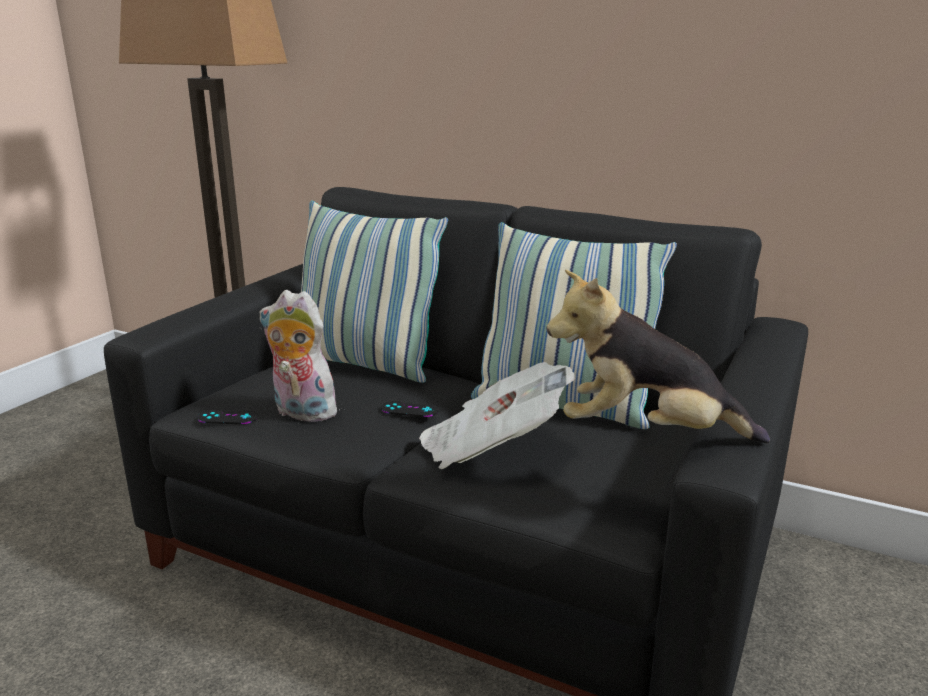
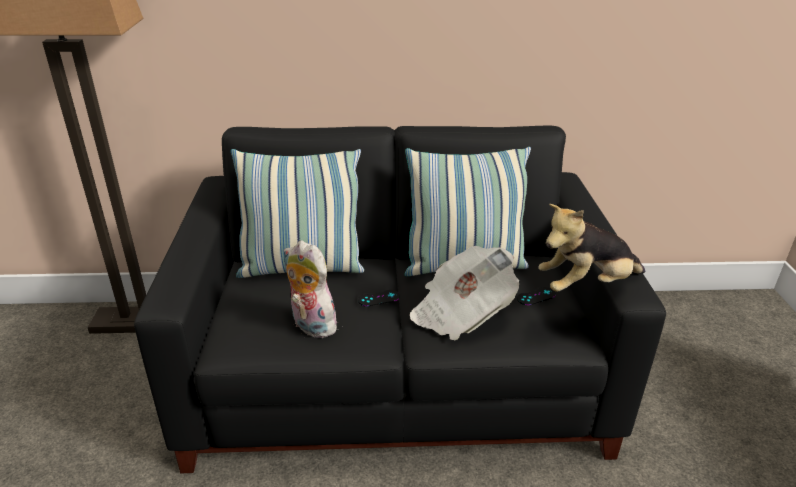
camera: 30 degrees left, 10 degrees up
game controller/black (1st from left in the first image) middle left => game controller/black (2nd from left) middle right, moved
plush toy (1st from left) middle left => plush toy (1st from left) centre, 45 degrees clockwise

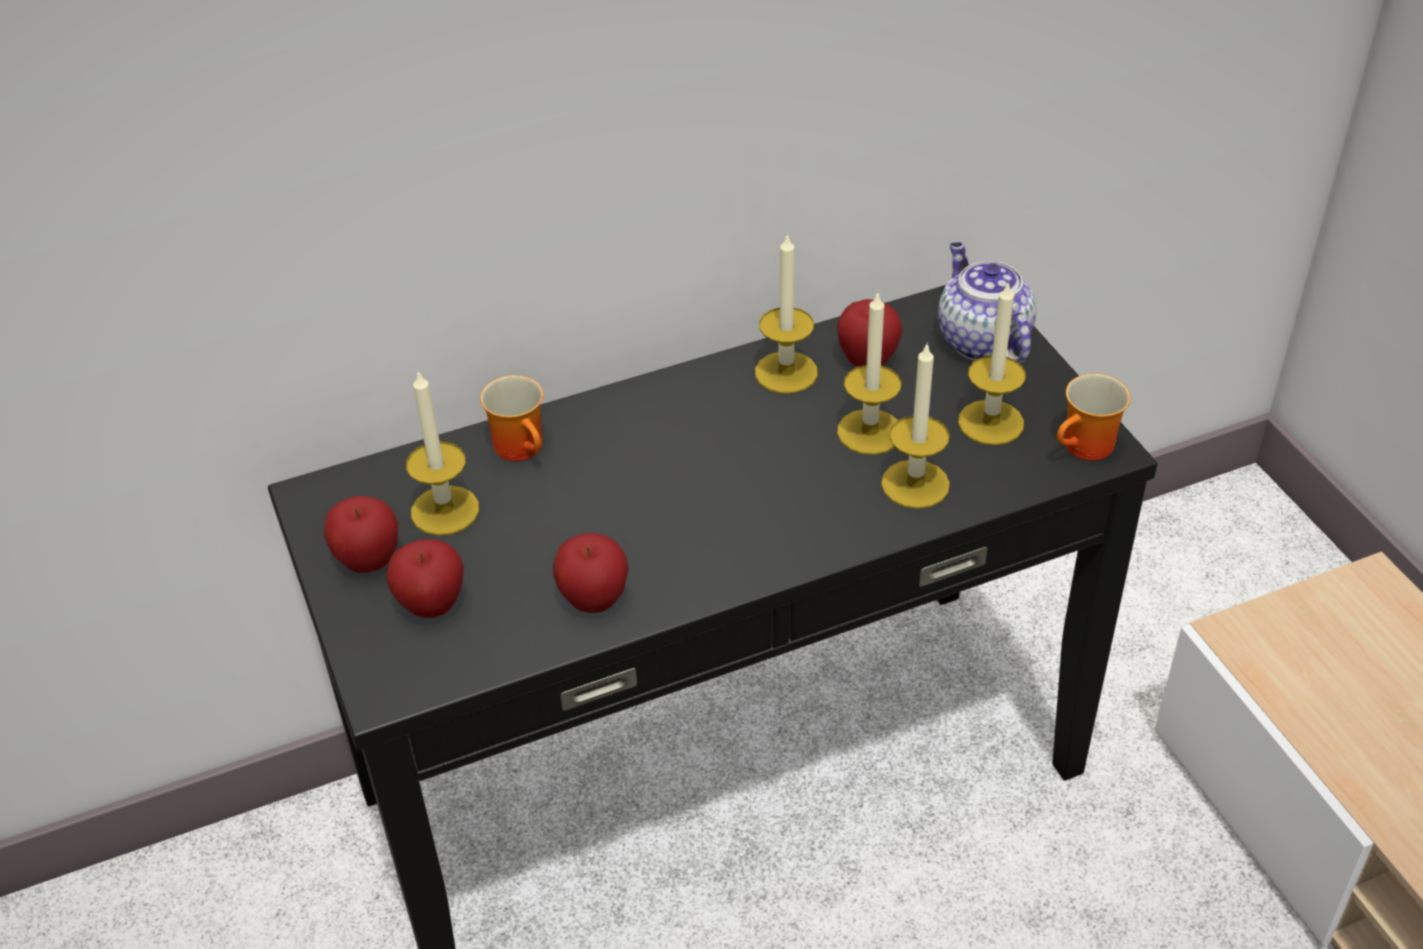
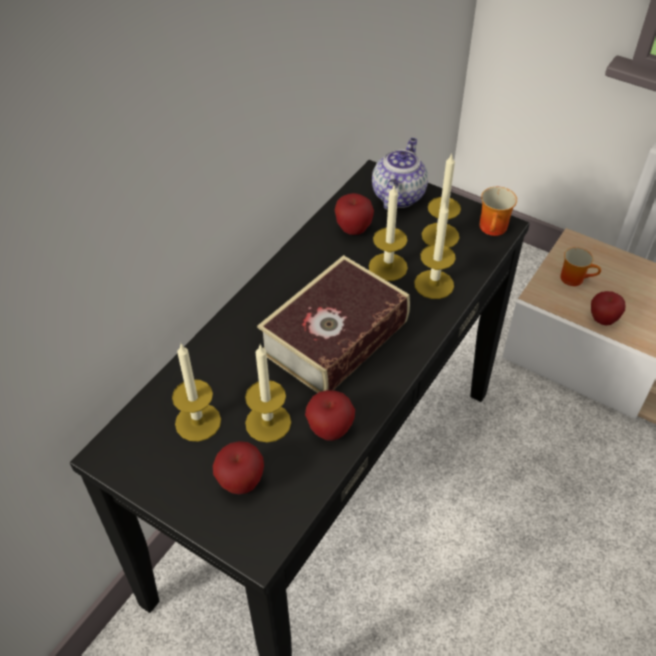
camera: 35 degrees left, 5 degrees up
nothing => book centre
apple (1st from left in the first image) middle left => apple (4th from left) middle right, moved
mug (1st from left in the first image) centre => mug (2nd from left) middle right, moved
candle (2nd from left) top centre => candle (2nd from left) centre, moved
teapot top right => teapot top centre, 75 degrees clockwise

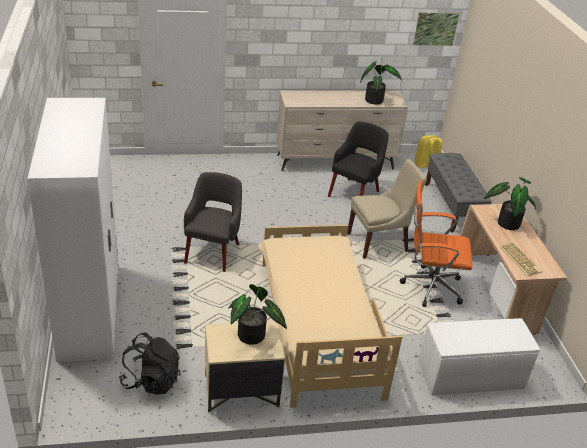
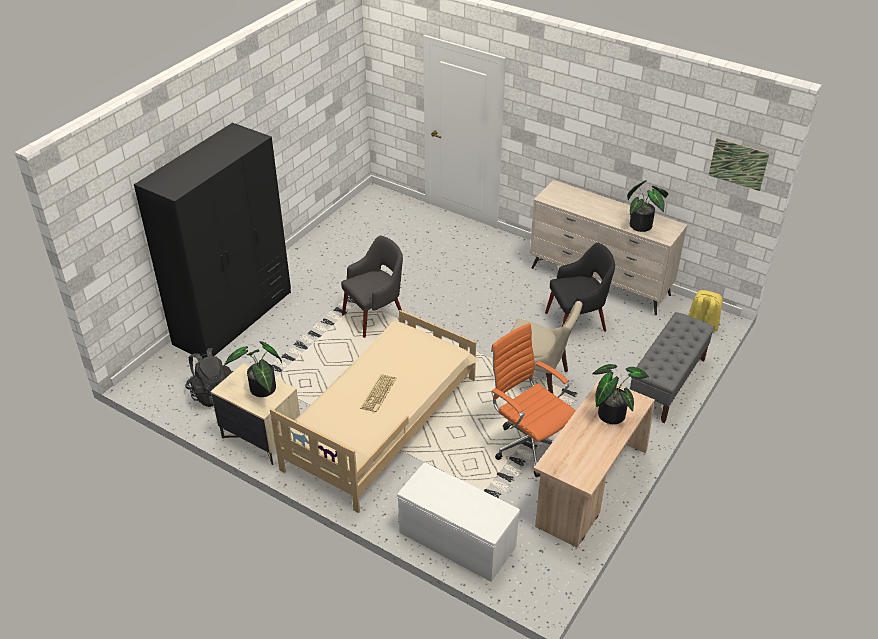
camera: 45 degrees right, 5 degrees up
keyboard middle right => keyboard centre, moved
wardrobe/white middle left => wardrobe/black middle left

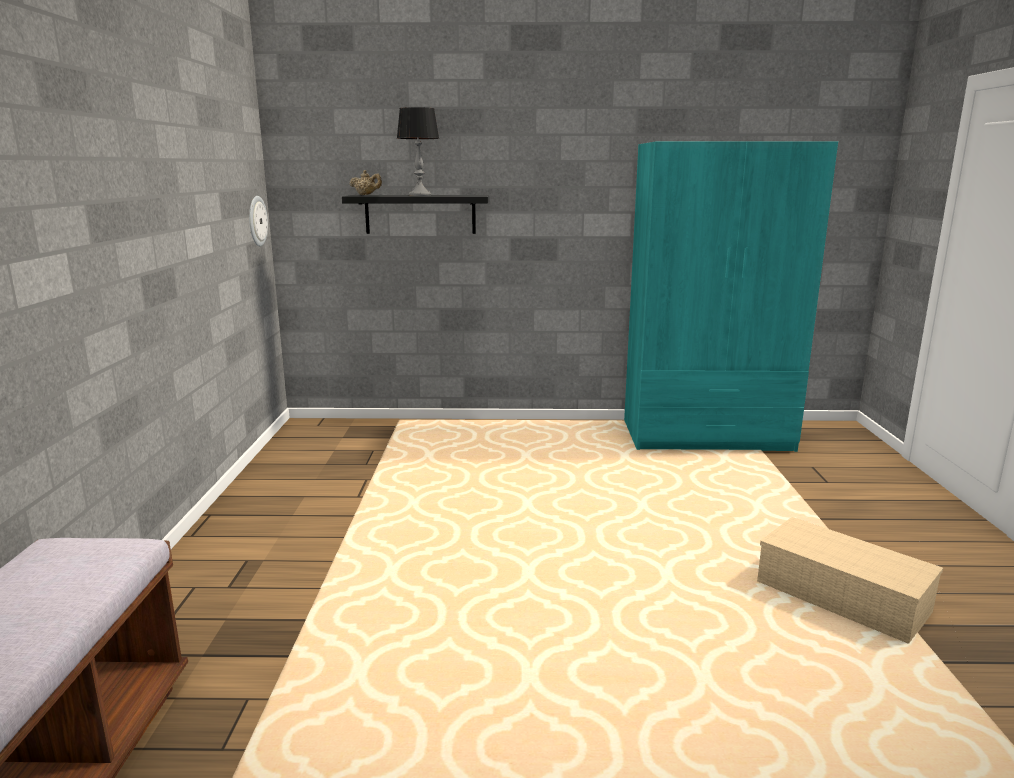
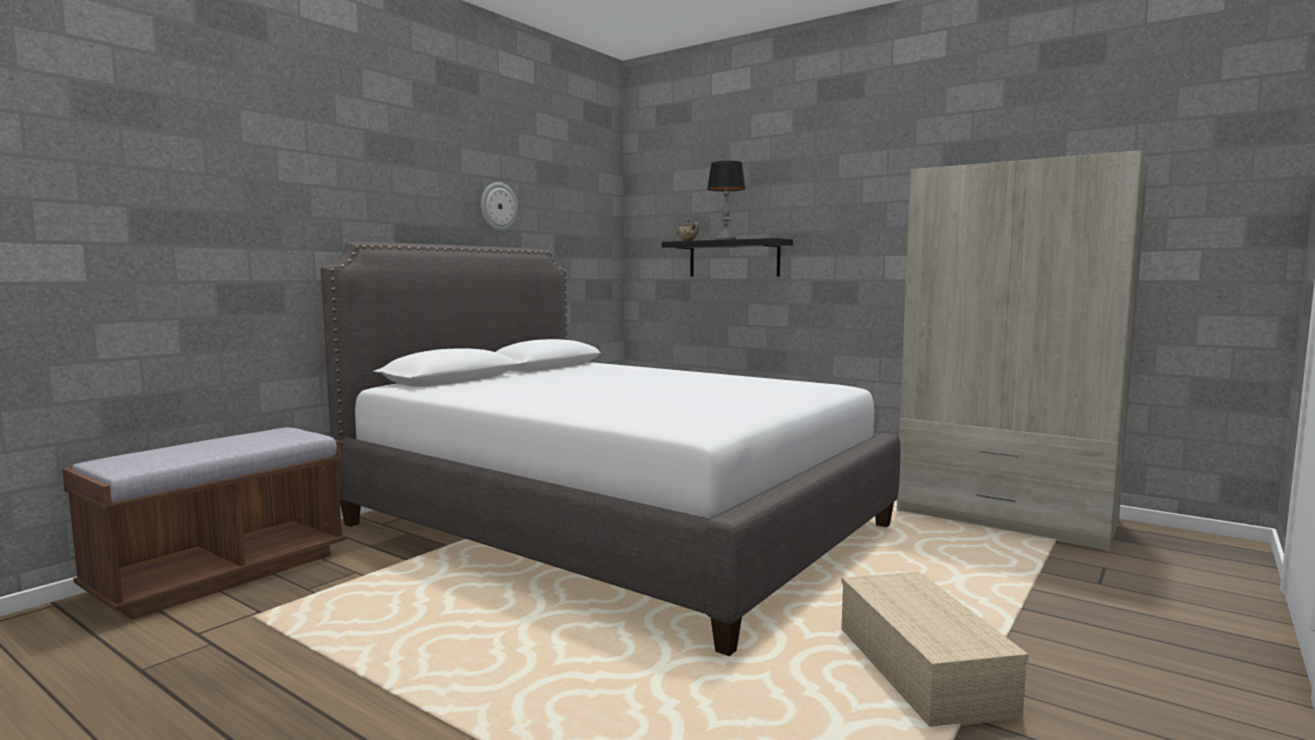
camera: 35 degrees right, 10 degrees down
nothing => bed/white centre
wall clock top left => wall clock top centre, moved
wardrobe/turquoise middle right => wardrobe/beige middle right

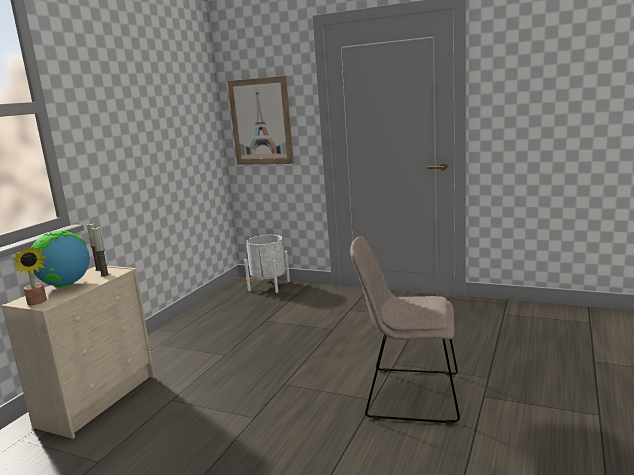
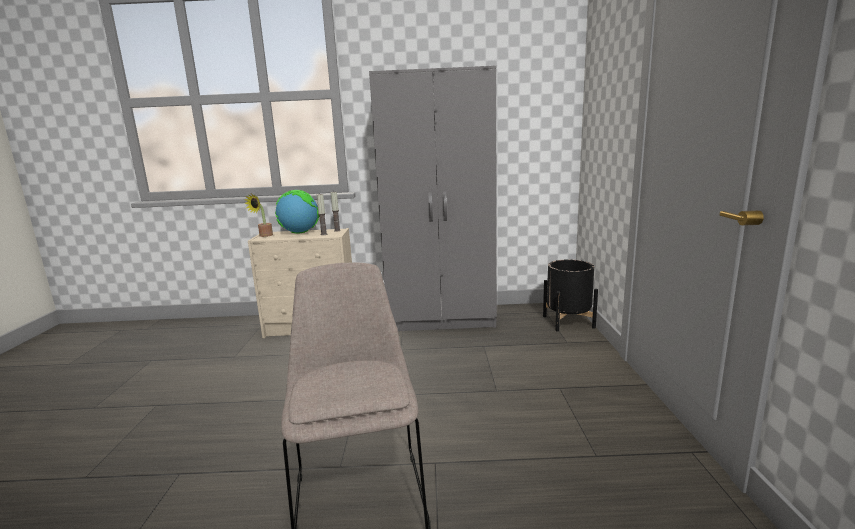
camera: 65 degrees right, 0 degrees up
picture top centre => nothing
nothing => wardrobe/grey centre
planter/white centre => planter/black middle right

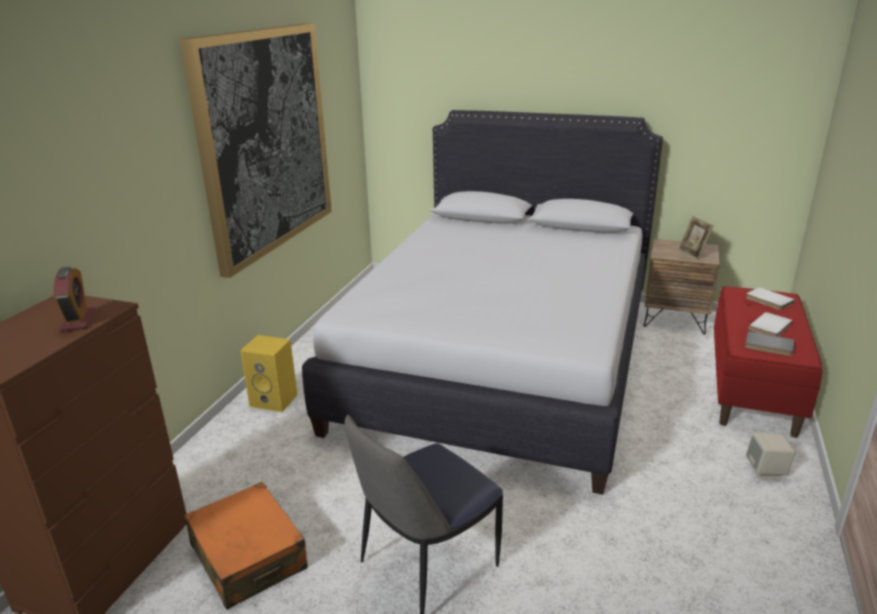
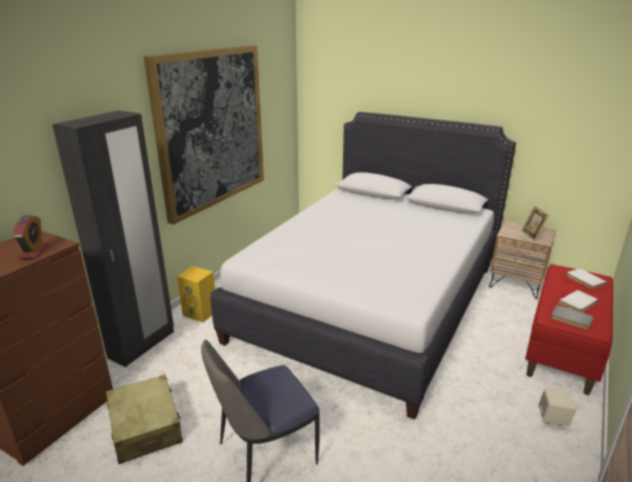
camera: 10 degrees right, 0 degrees up
nothing => wardrobe/black middle left
suitcase/orange bottom left => suitcase/beige bottom left

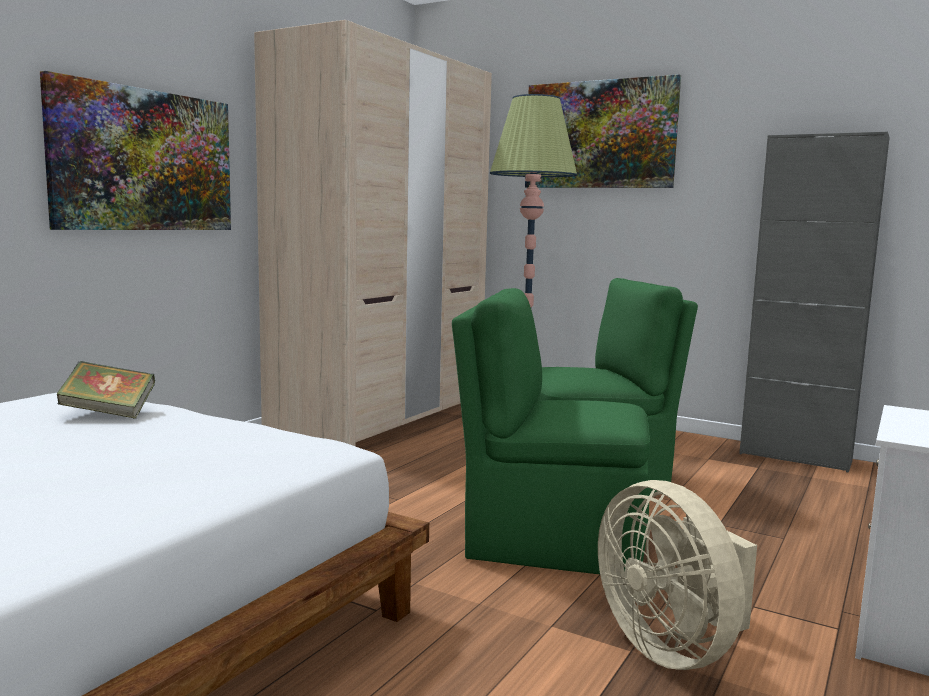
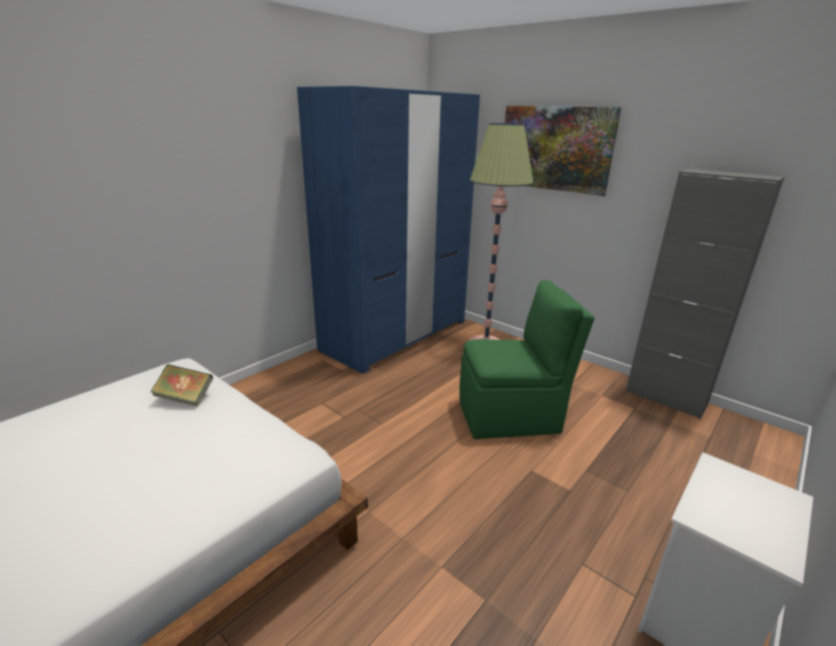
camera: 10 degrees right, 15 degrees up
picture (1st from left) top left => nothing
chair/green (1st from left) centre => nothing
fan/beige bottom right => nothing
wardrobe/beige centre => wardrobe/blue centre

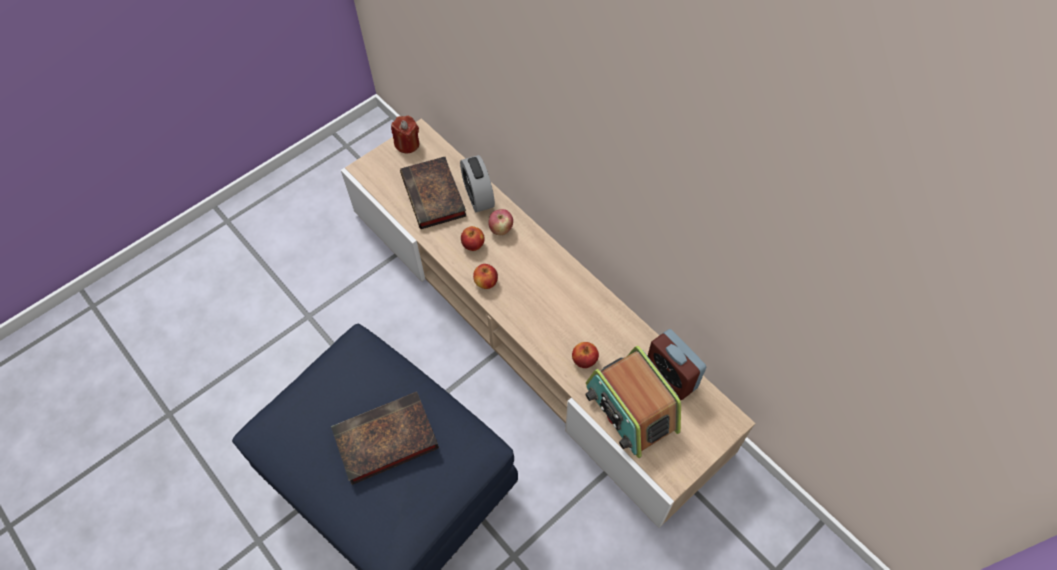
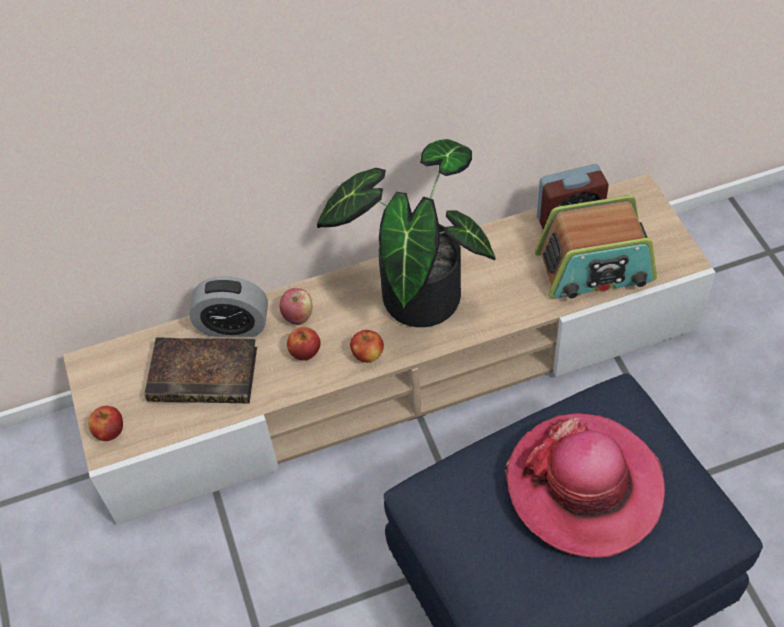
camera: 65 degrees left, 5 degrees down
candle/red top centre => nothing
nothing => potted plant centre
apple (4th from left in the first image) centre => apple (1st from left) bottom left, moved
book (1st from left) bottom centre => hat bottom right

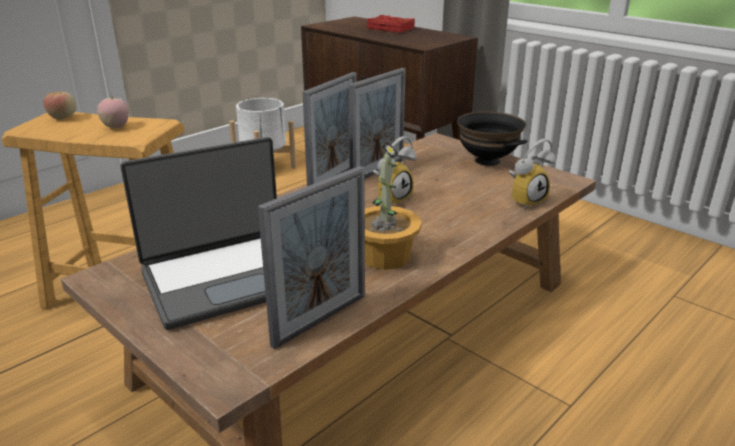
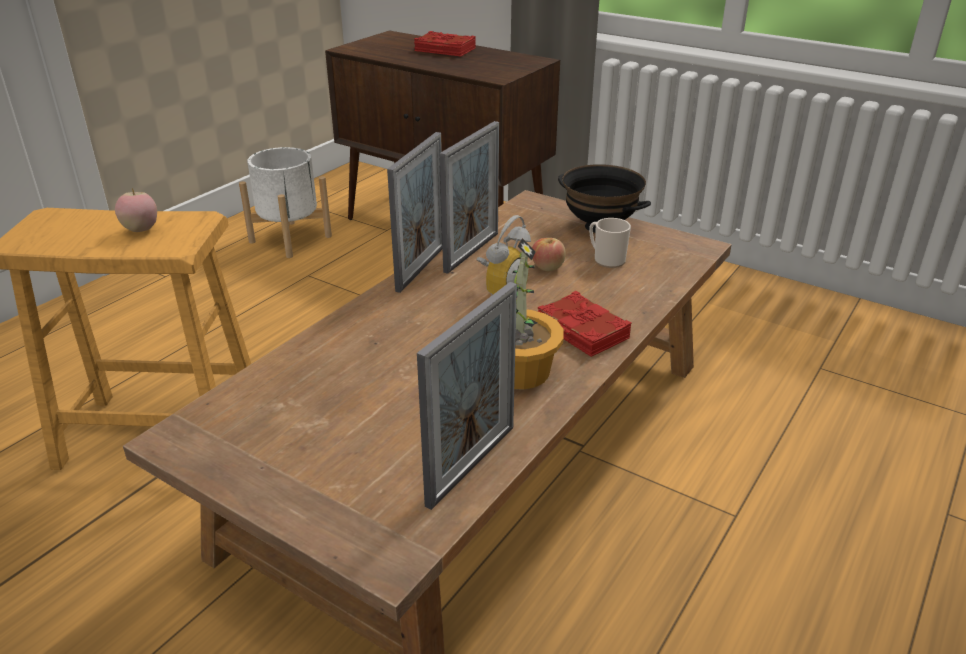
camera: 10 degrees left, 5 degrees up
laptop middle left => nothing
alarm clock (2nd from left) middle right => nothing
nothing => book/red (2nd from left) centre
nothing => mug centre
apple (1st from left in the first image) top left => apple (2nd from left) centre, moved

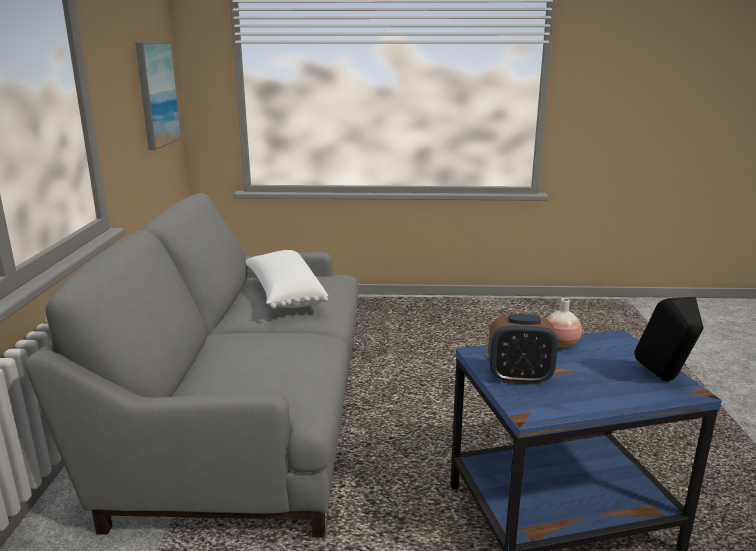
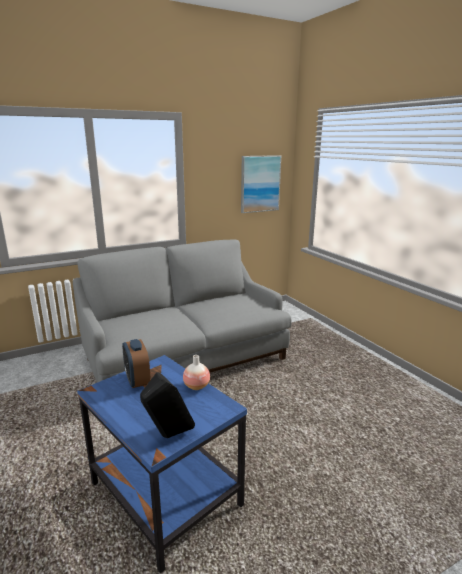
camera: 60 degrees right, 0 degrees up
pillow/white centre => nothing

